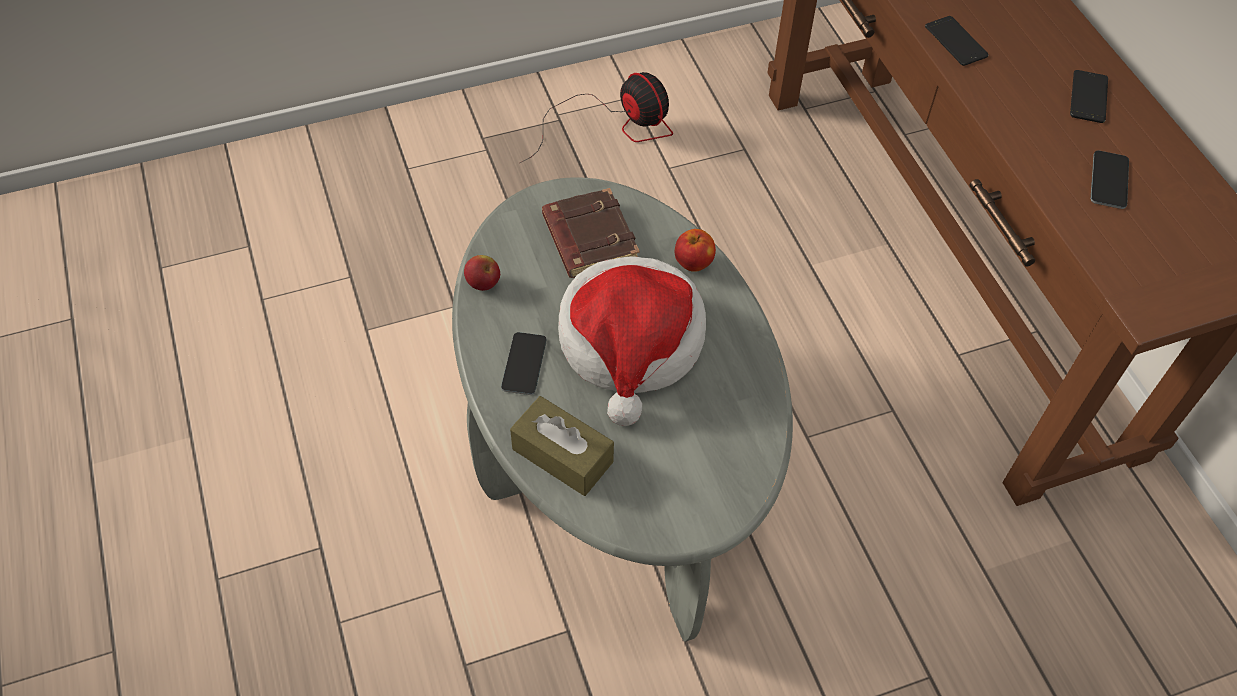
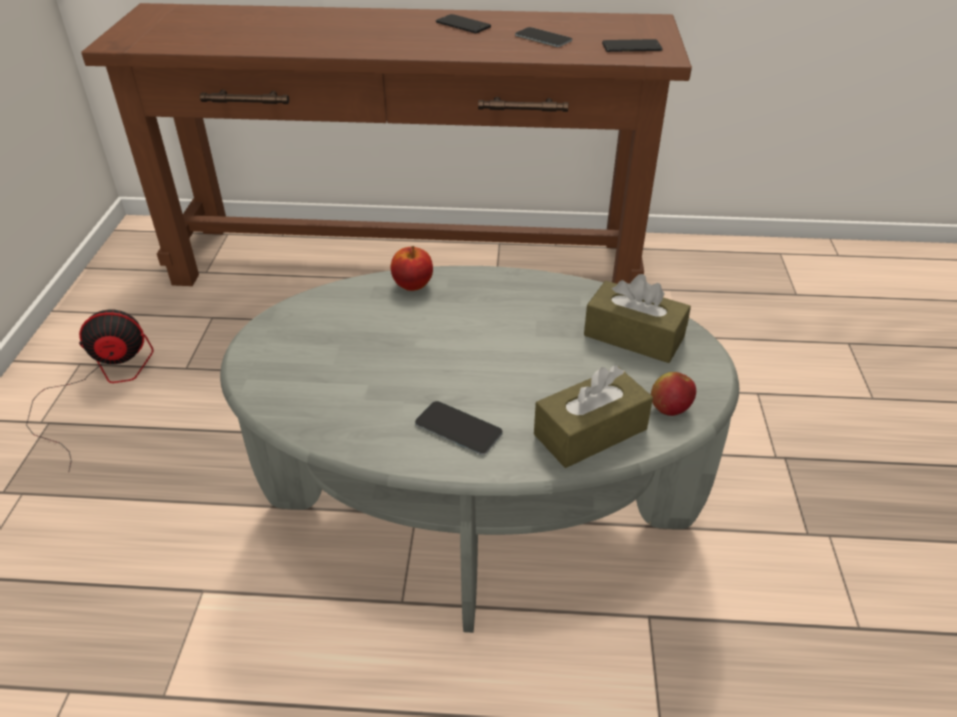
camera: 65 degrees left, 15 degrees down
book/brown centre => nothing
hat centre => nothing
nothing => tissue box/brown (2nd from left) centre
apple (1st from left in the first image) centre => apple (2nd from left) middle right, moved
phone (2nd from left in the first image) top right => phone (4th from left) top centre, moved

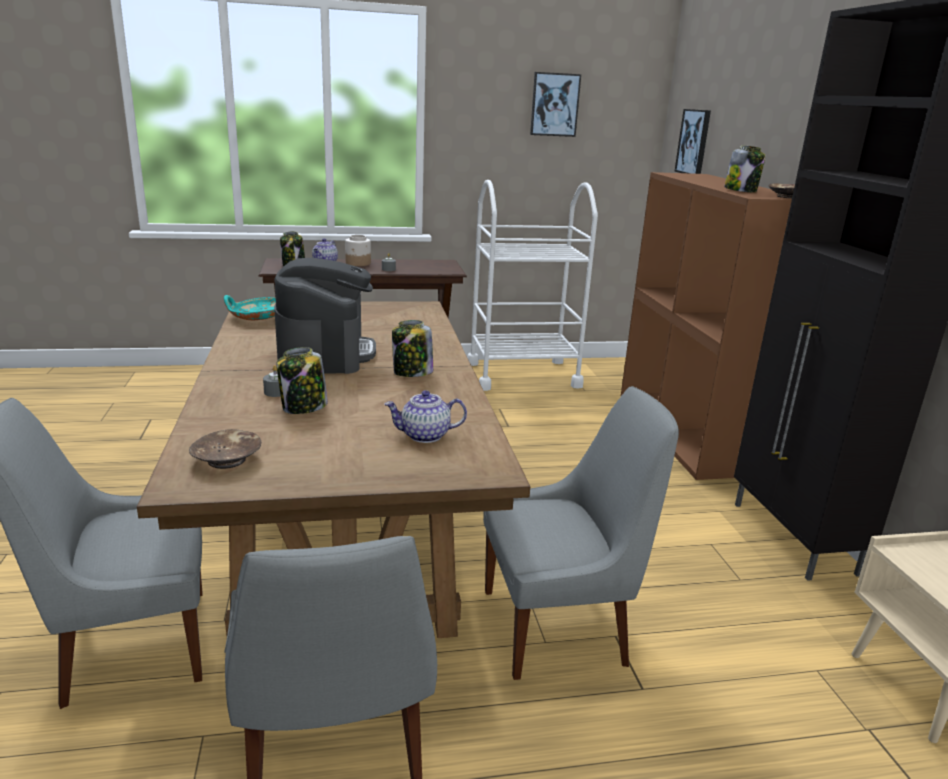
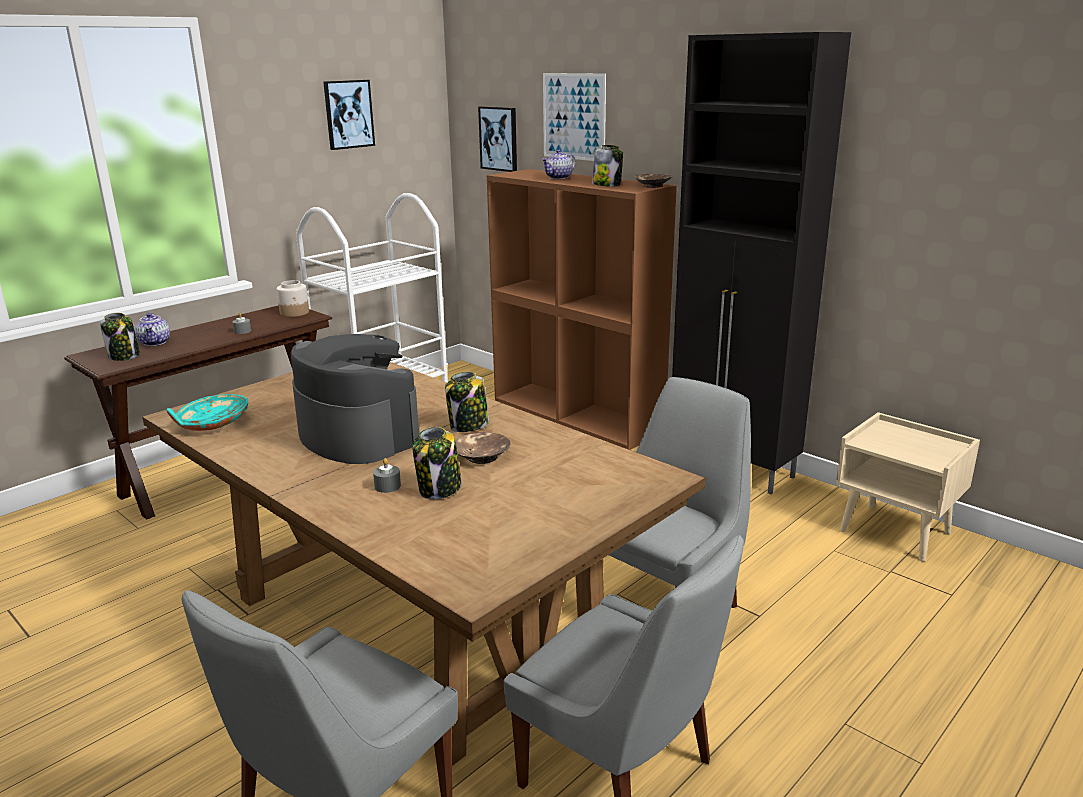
camera: 35 degrees left, 0 degrees up
nothing => picture (3rd from left) top centre
bowl/brown (1st from left) middle left => bowl/brown (1st from left) centre, moved
jar (3rd from left in the first image) top centre => jar (2nd from left) middle left, moved
teapot (2nd from left) centre => teapot (2nd from left) top centre, moved

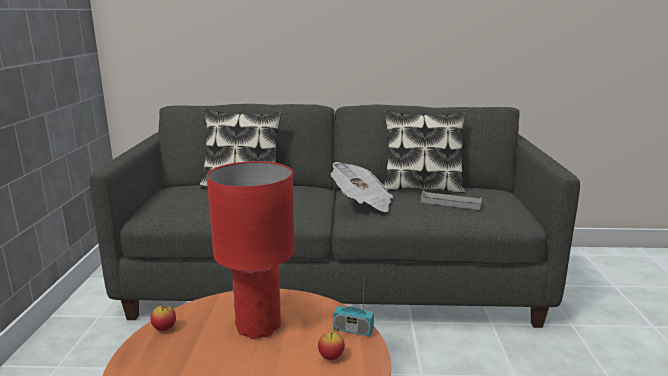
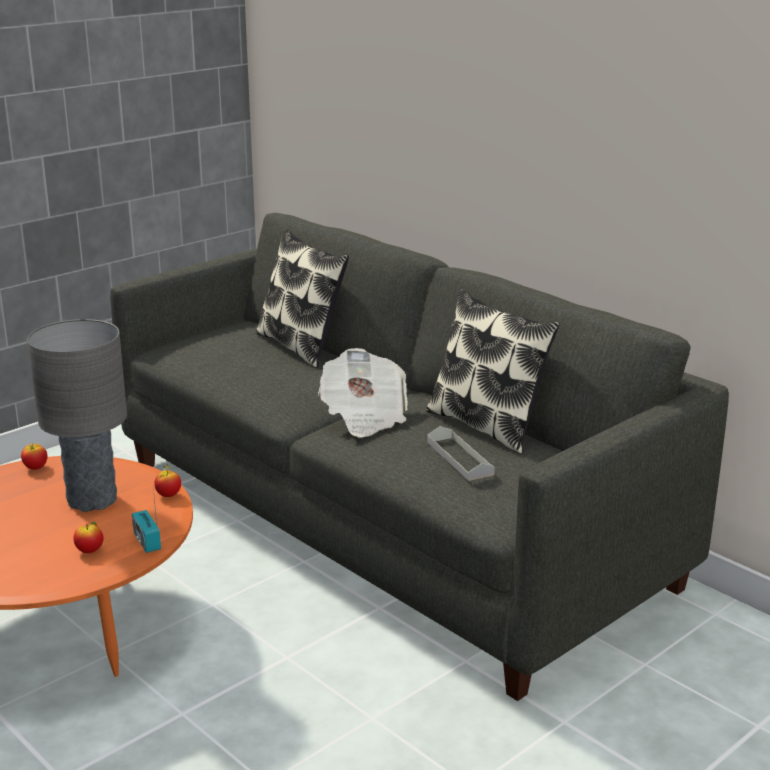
camera: 45 degrees right, 5 degrees up
nothing => apple (3rd from left) middle left
table lamp/red centre => table lamp/grey middle left

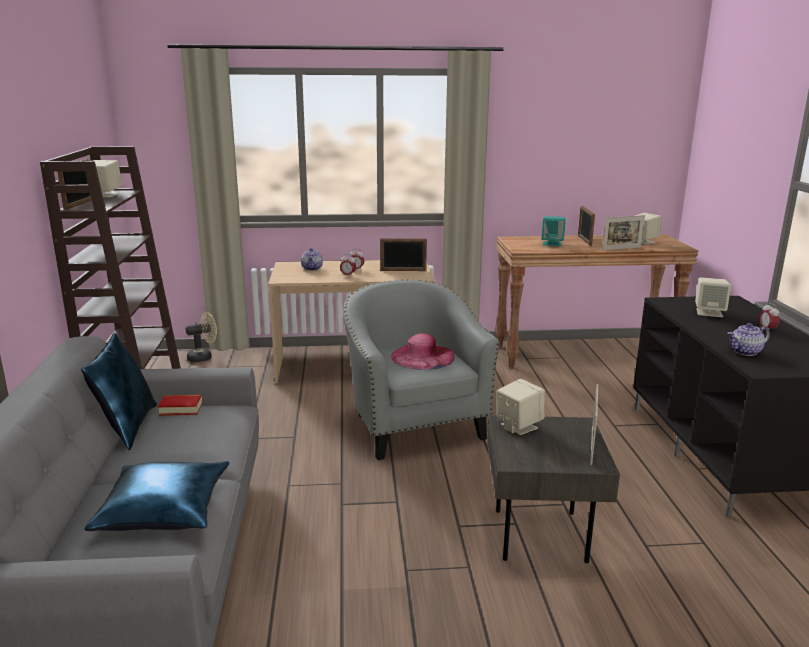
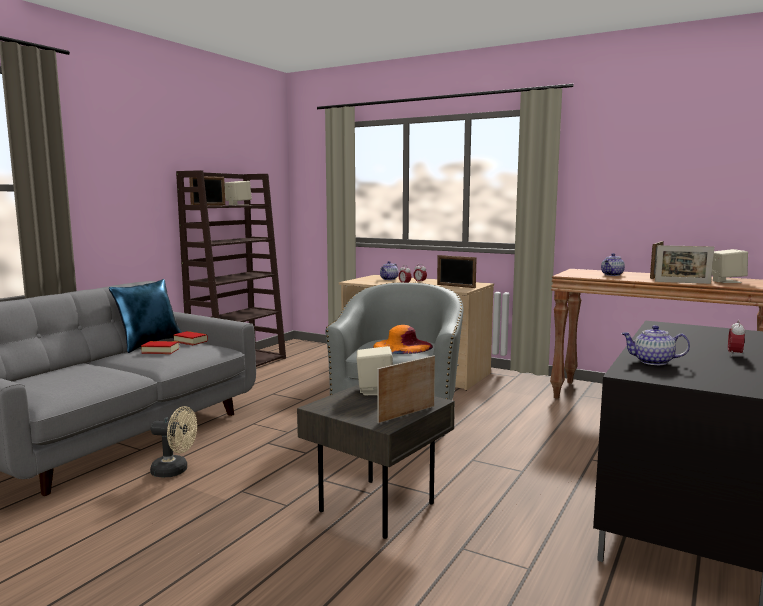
camera: 35 degrees right, 10 degrees down
pillow/blue (2nd from left) bottom left => nothing
speaker/beige (4th from left) middle right => nothing
nothing => book (1st from left) middle left
fan/beige middle left => fan/beige bottom left, moved
speaker/turquoise middle right => teapot (2nd from left) middle right
hat/pink centre => hat/orange centre

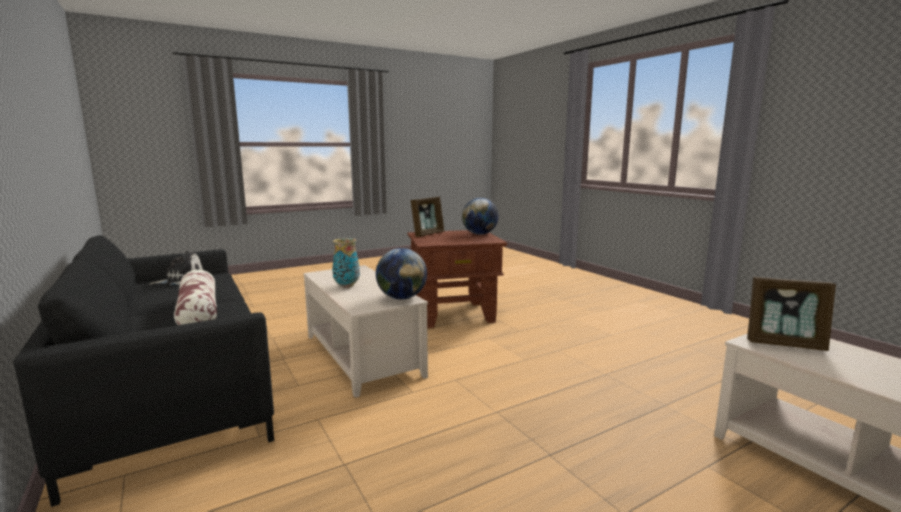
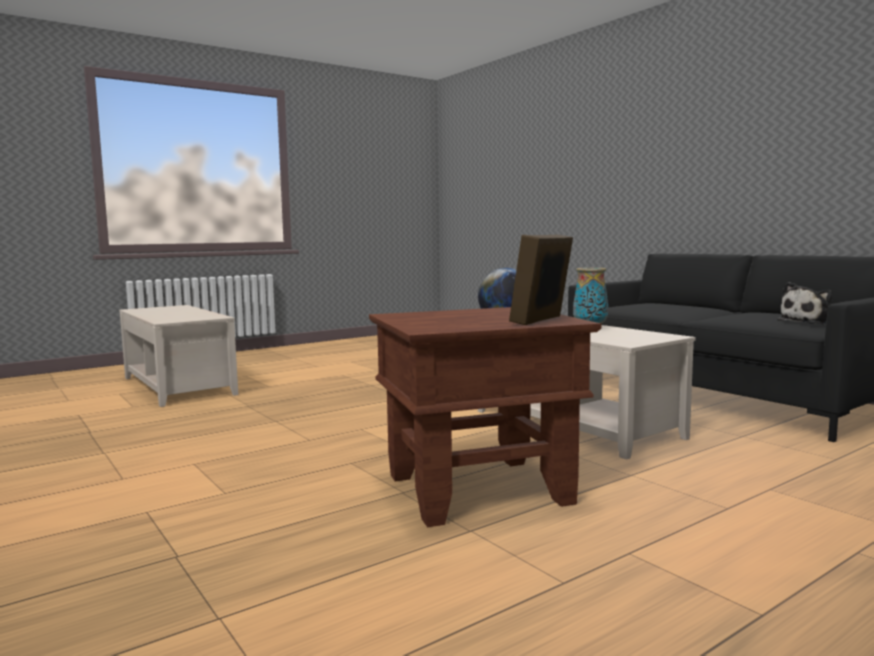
camera: 175 degrees right, 5 degrees down
pillow middle left => nothing
globe (2nd from left) centre => nothing
picture frame (2nd from left) middle right => nothing

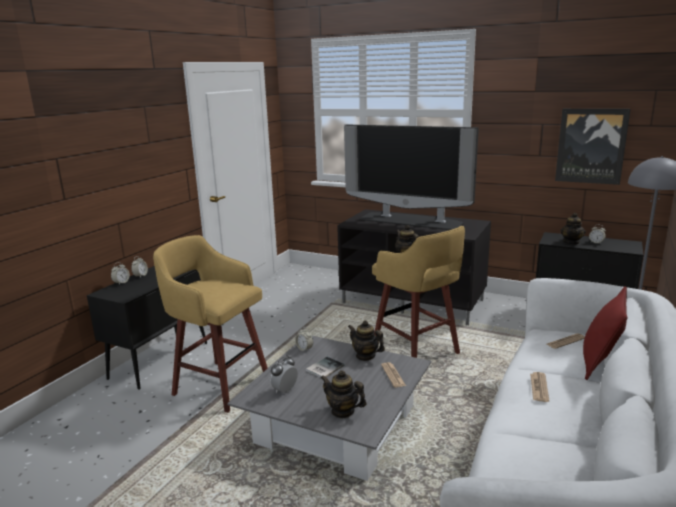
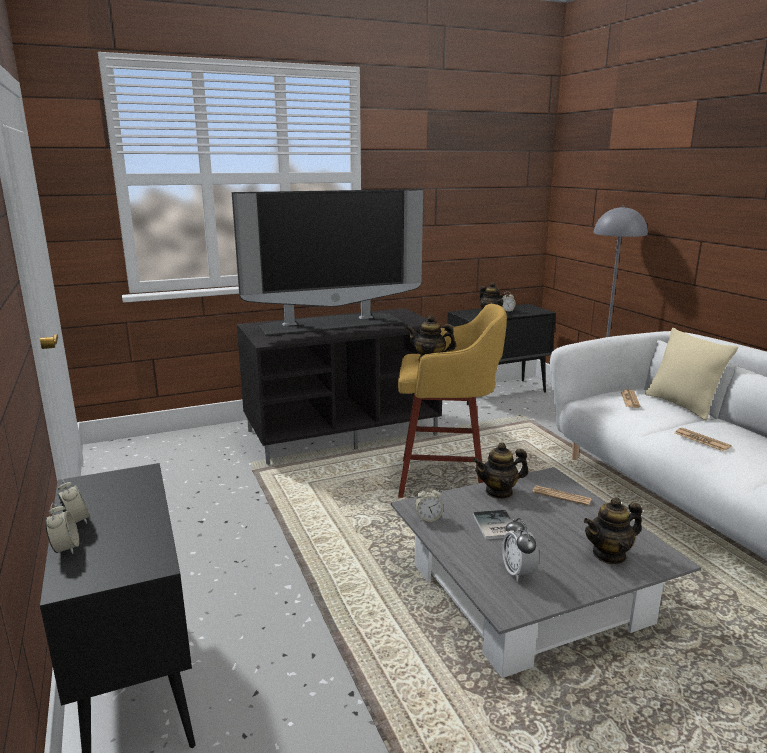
camera: 50 degrees left, 0 degrees up
stool/yellow (1st from left) middle left => nothing
picture top right => nothing
pillow/red middle right => pillow/beige middle right

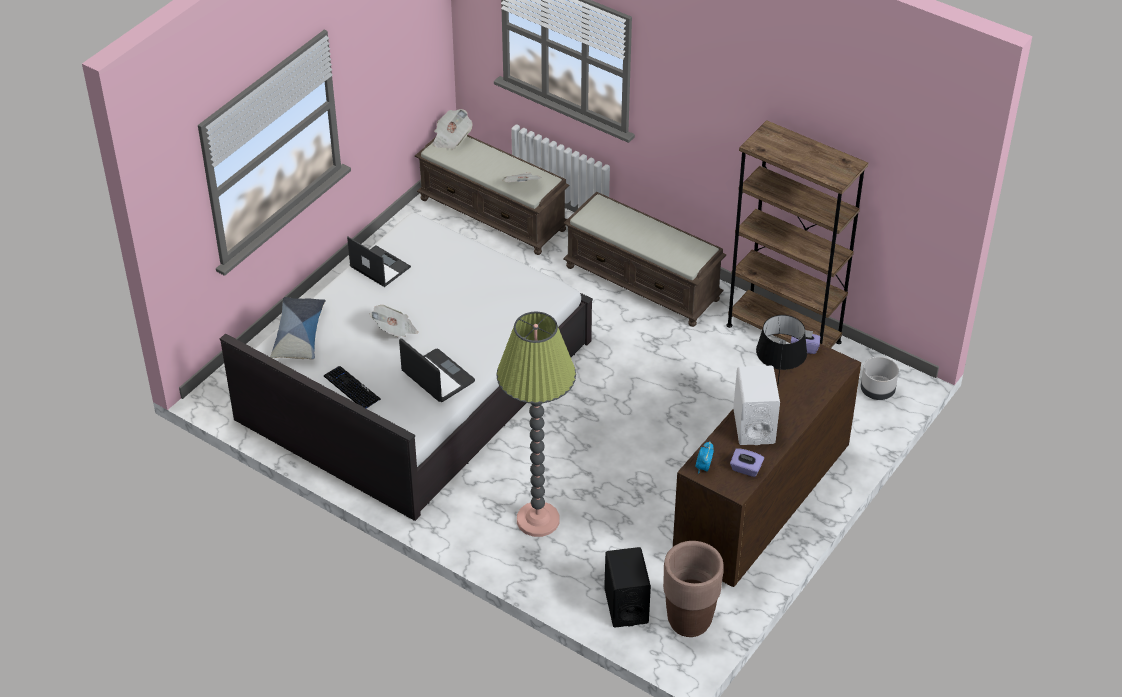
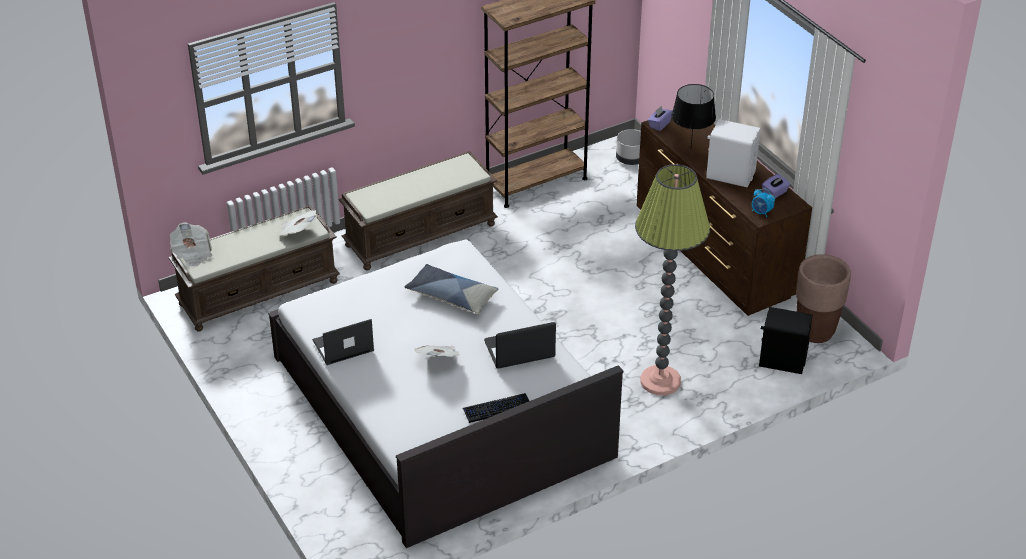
camera: 65 degrees left, 5 degrees down
pillow middle left => pillow centre, moved

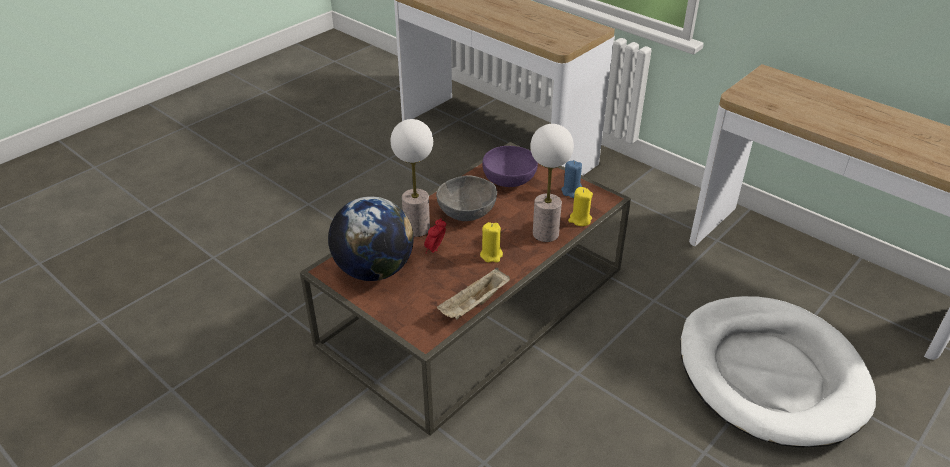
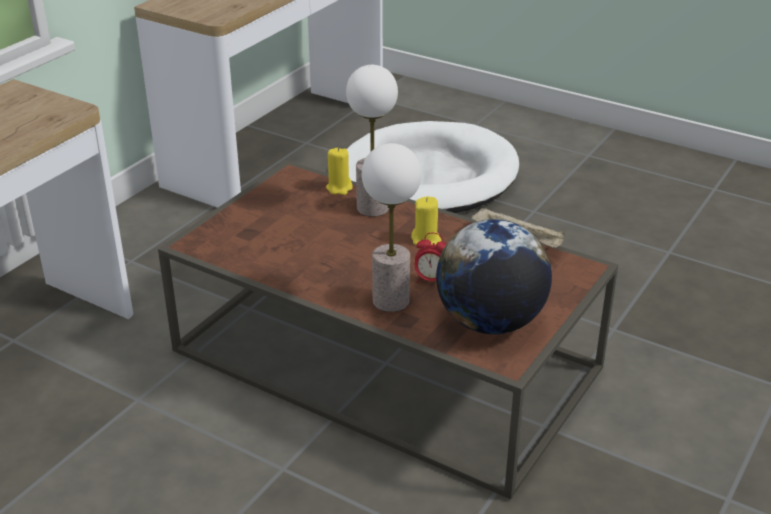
camera: 100 degrees left, 5 degrees down
bowl/grey centre => nothing
bowl/purple centre => nothing
candle/blue centre => nothing

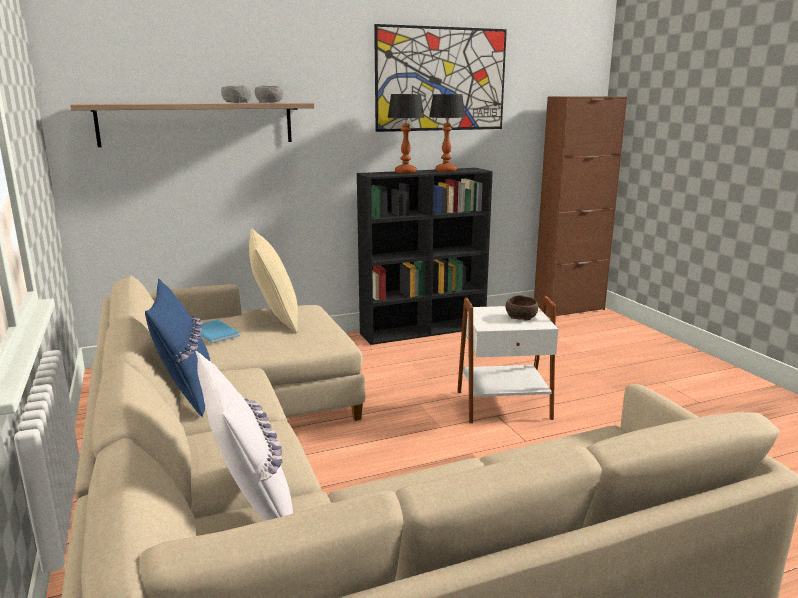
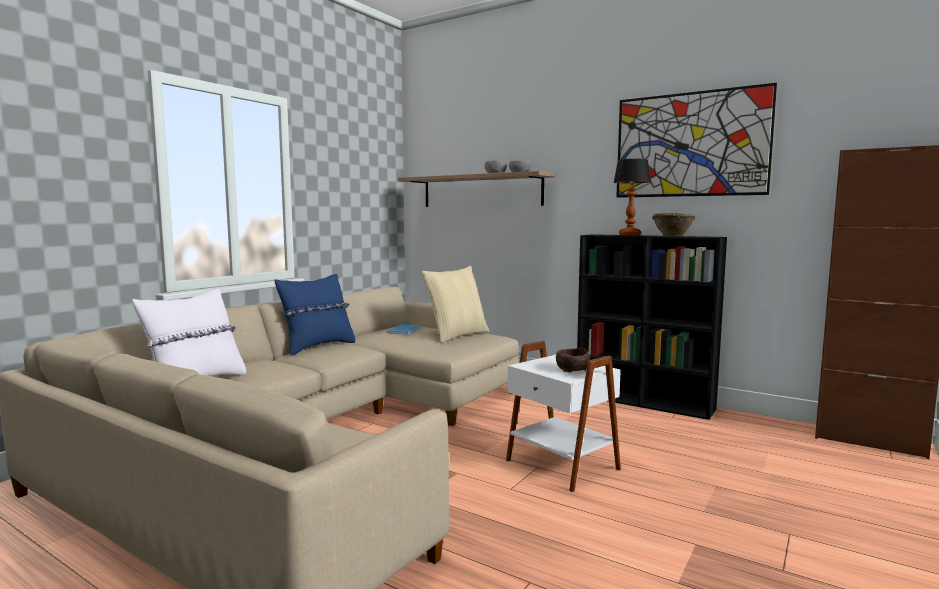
camera: 55 degrees right, 10 degrees down
table lamp (2nd from left) top centre => bowl/brown (2nd from left) middle right

